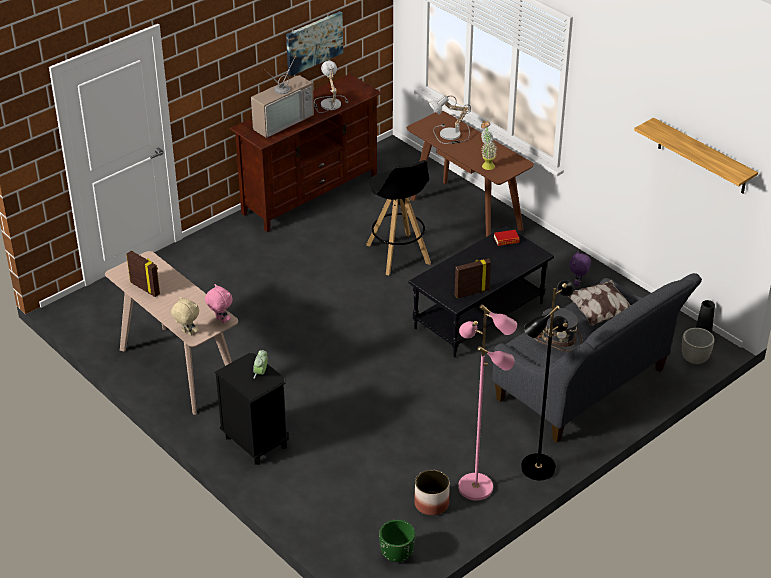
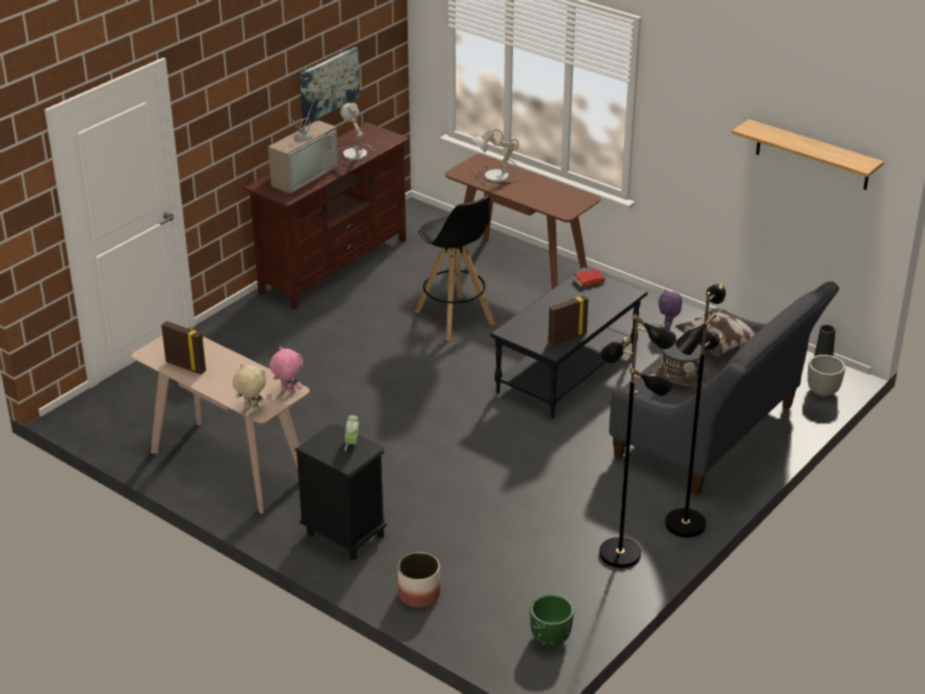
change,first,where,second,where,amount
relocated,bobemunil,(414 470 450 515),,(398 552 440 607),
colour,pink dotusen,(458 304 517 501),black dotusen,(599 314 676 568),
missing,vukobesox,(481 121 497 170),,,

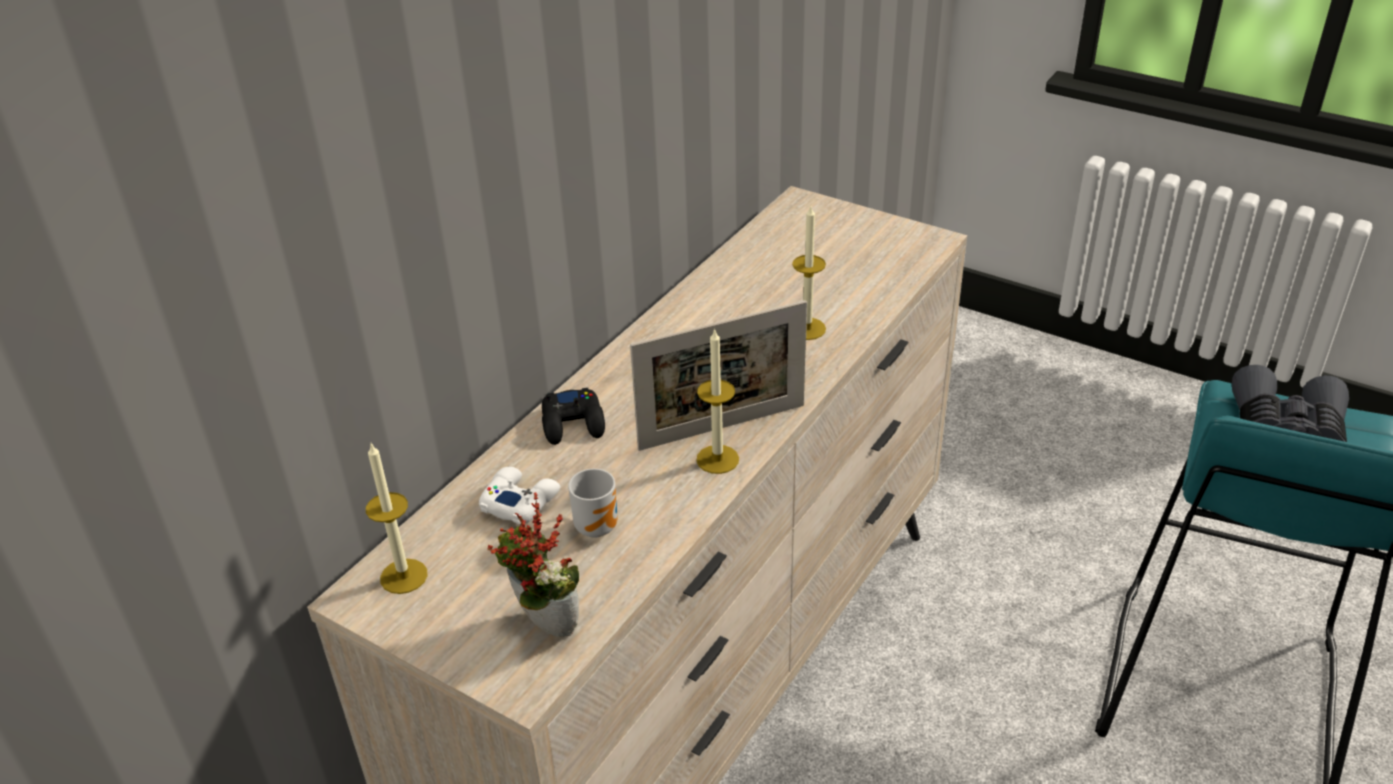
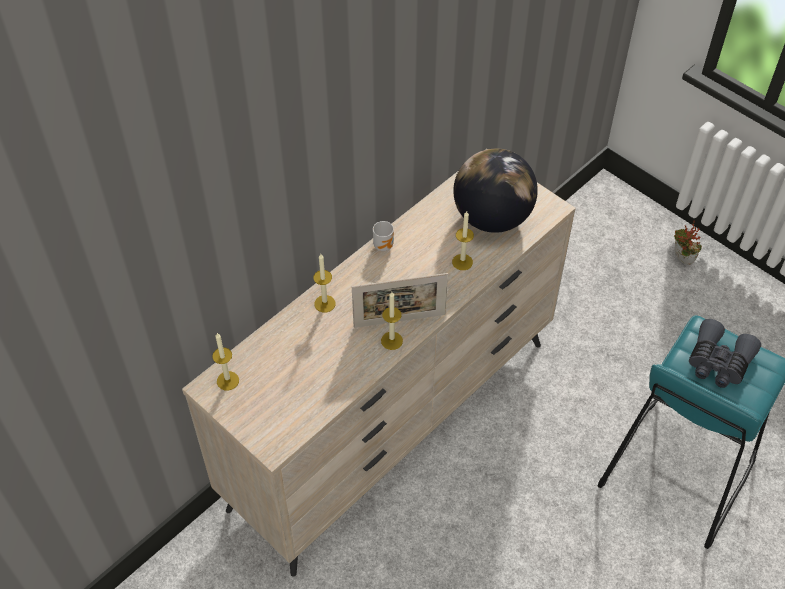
change,first,where,second,where,amount
missing,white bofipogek,(479 467 560 524),,,
relocated,vukobesox,(487 492 579 637),,(674 221 702 265),
exchanged,black bofipogek,(542 388 605 445),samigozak,(314 254 336 312),
relocated,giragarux,(568 469 618 538),,(373 221 394 251),
appeared,,,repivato,(453 148 538 233),

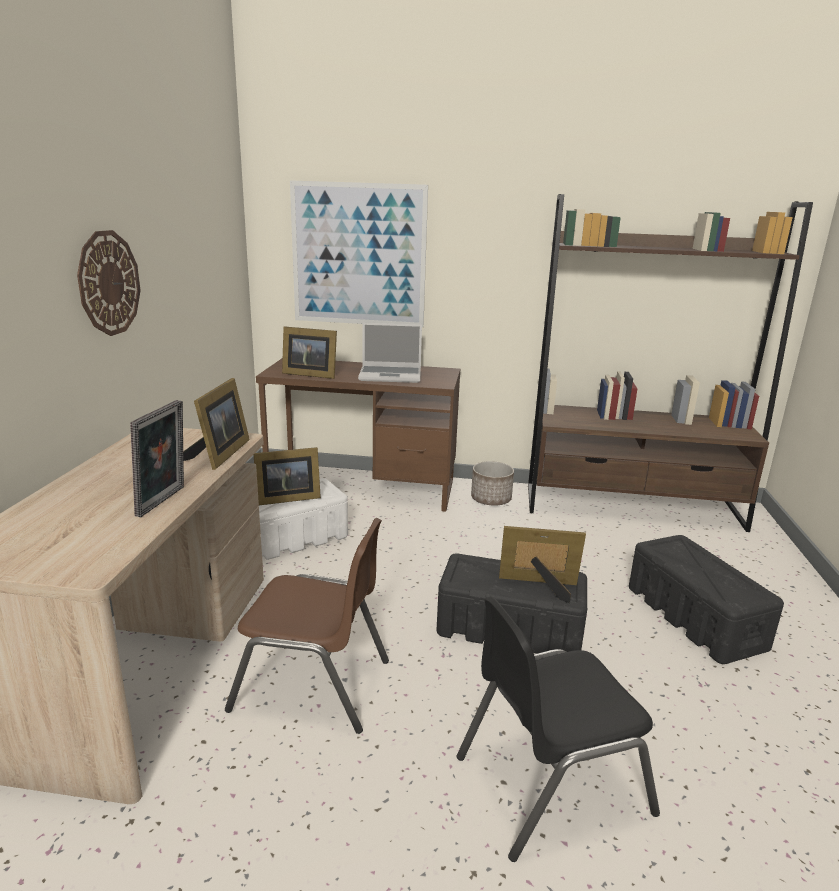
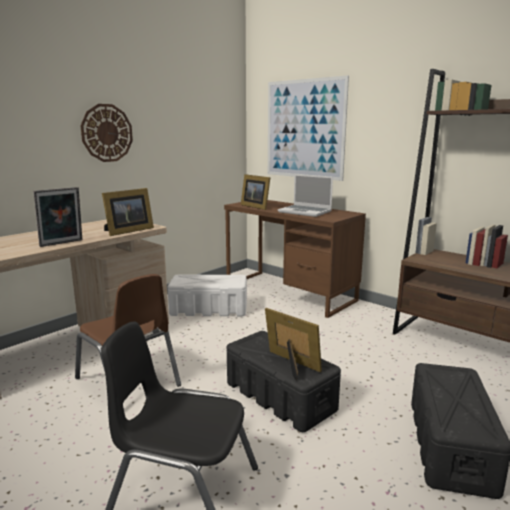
change,first,where,second,where,amount
missing,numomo,(253 447 321 505),,,
missing,bobemunil,(471 461 514 505),,,

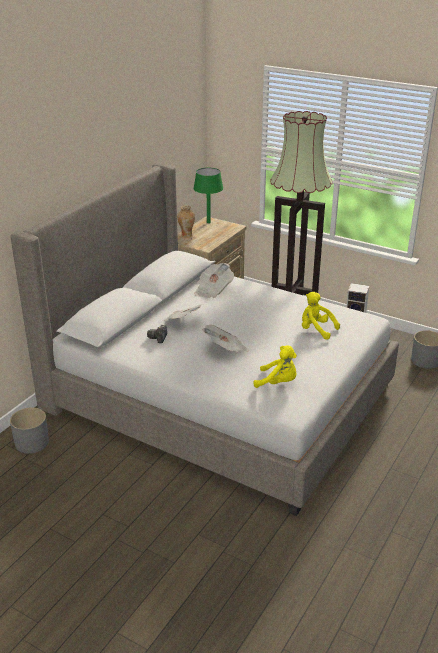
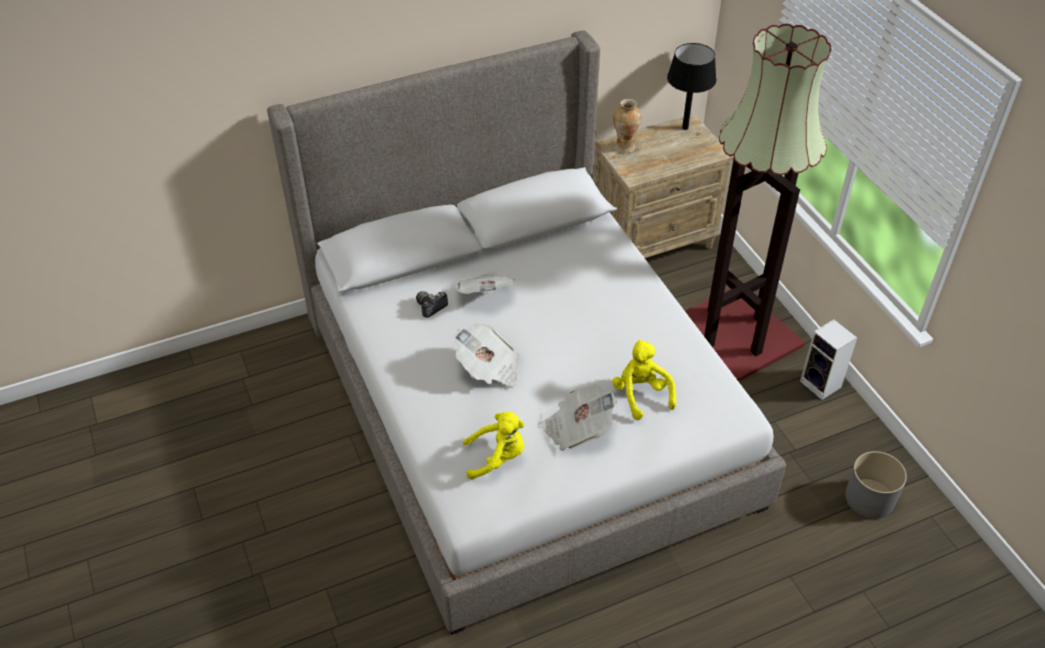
change,first,where,second,where,amount
missing,grey bobemunil,(10 407 49 454),,,
colour,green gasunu,(194 168 223 223),black gasunu,(667 43 716 130),
relocated,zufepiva,(194 263 234 298),,(541 384 617 451),
spun,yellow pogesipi,(254 345 297 388),,(463 412 524 479),60 degrees counterclockwise

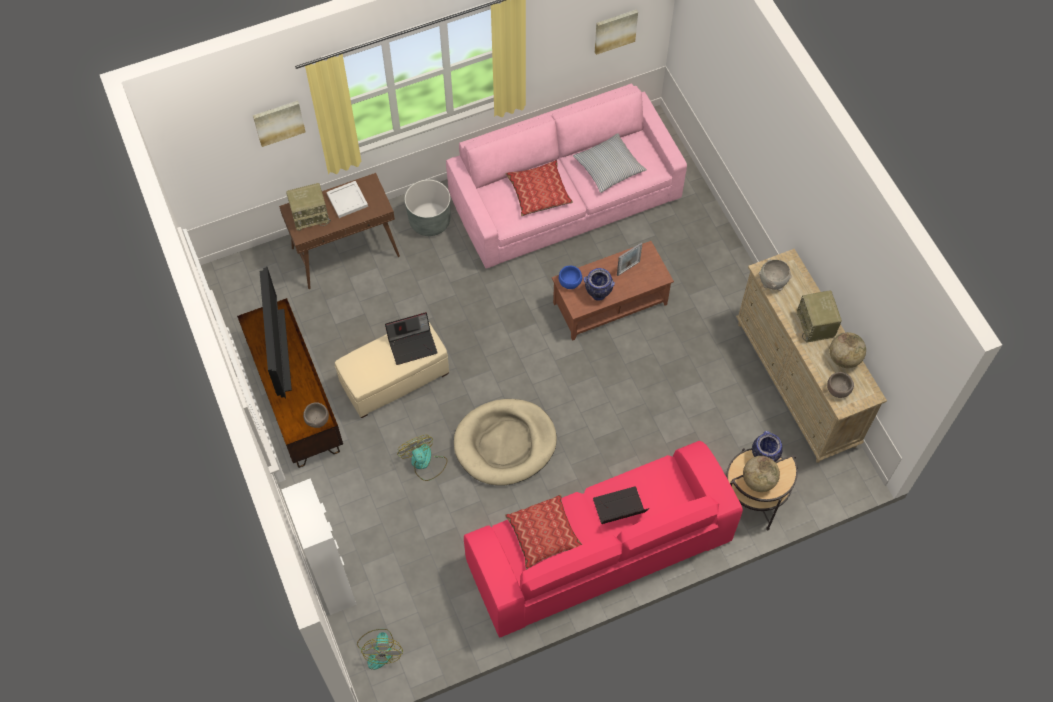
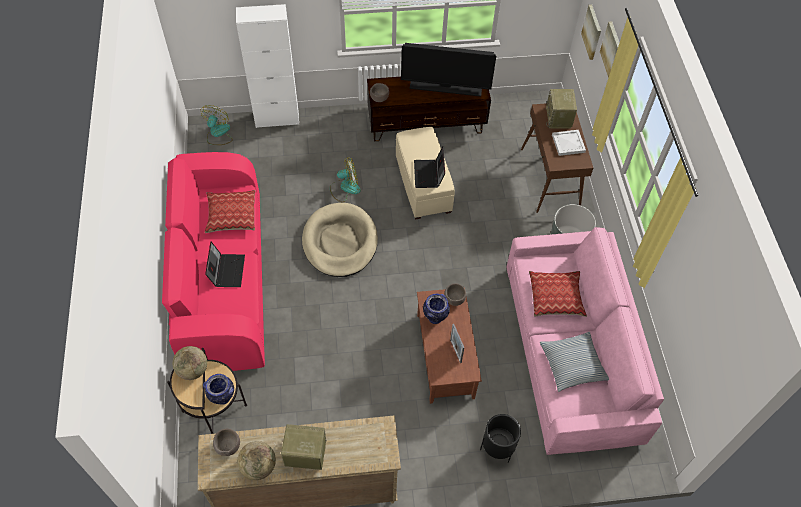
change,first,where,second,where,amount
spun,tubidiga,(357 629 403 670),,(201 105 232 145),90 degrees clockwise
colour,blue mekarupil,(559 265 582 289),brown mekarupil,(444 283 466 306),
relocated,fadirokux,(595 9 638 55),,(581 5 601 60),
missing,grey mekarupil,(758 260 792 291),,,
appeared,,,black bobemunil,(480 414 521 463),

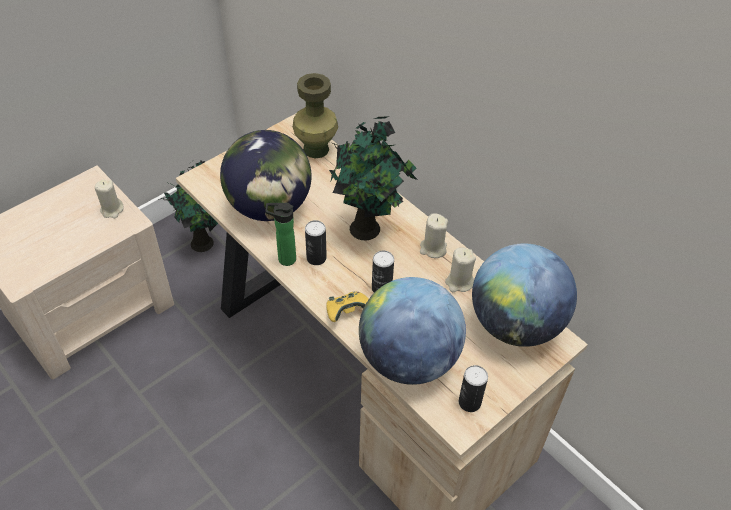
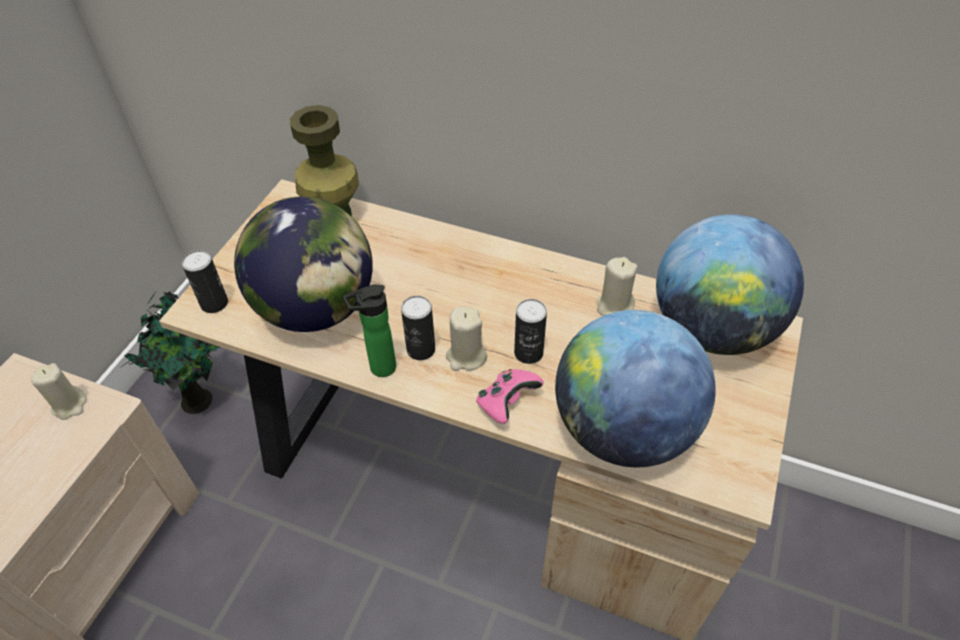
change,first,where,second,where,amount
colour,yellow bofipogek,(326 291 369 322),pink bofipogek,(476 369 544 424),
missing,vukobesox,(329 116 418 240),,,
relocated,beige samigozak,(420 213 448 258),,(446 307 487 371),
relocated,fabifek,(459 365 488 412),,(182 250 228 313),

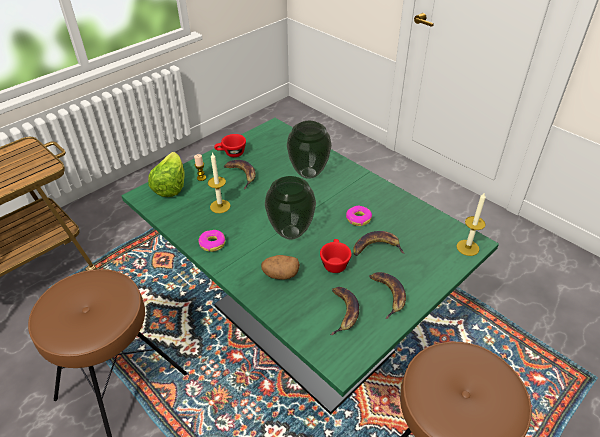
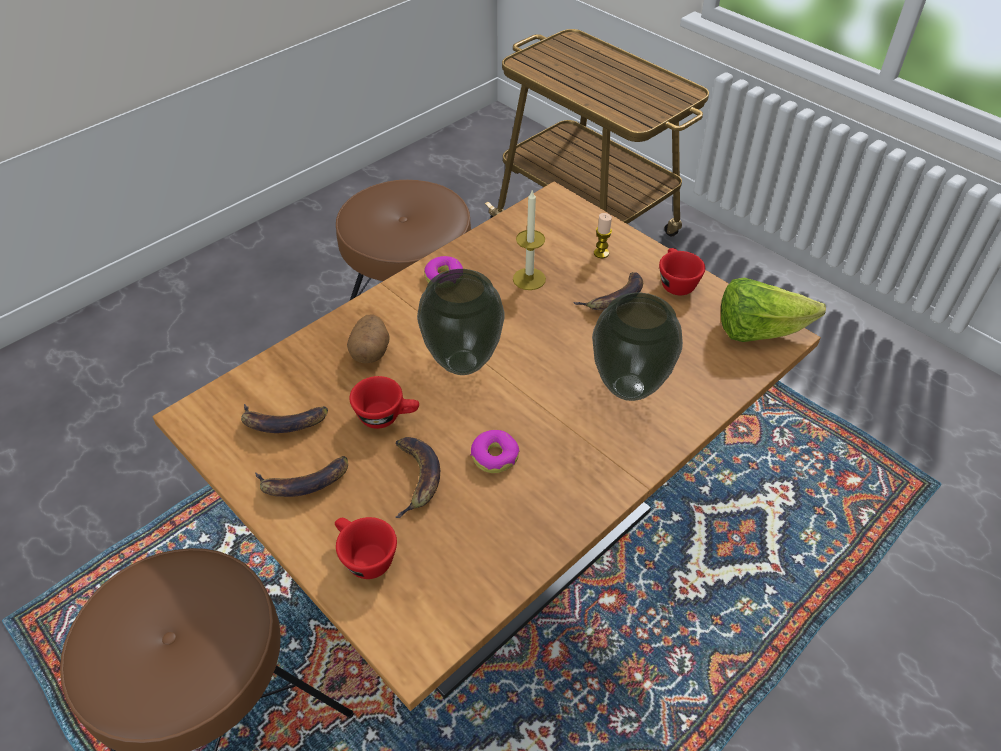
change,first,where,second,where,amount
colour,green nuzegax,(121 118 499 414),brown nuzegax,(152 181 821 711),
relocated,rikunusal,(148 152 185 197),,(721 277 826 342),
missing,samigozak,(457 192 486 256),,,
appeared,,,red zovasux,(335 517 397 579),

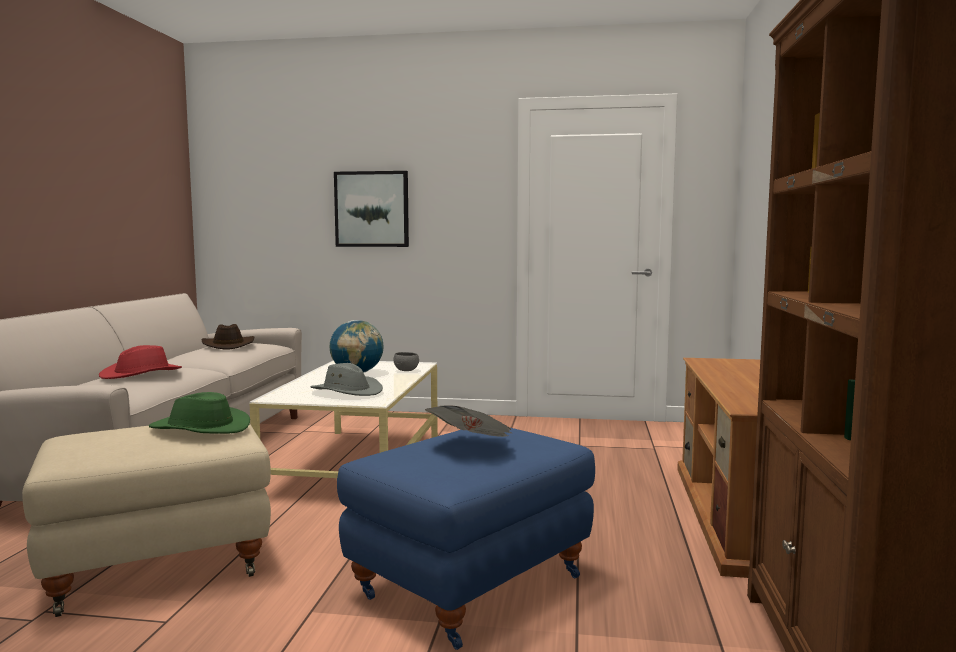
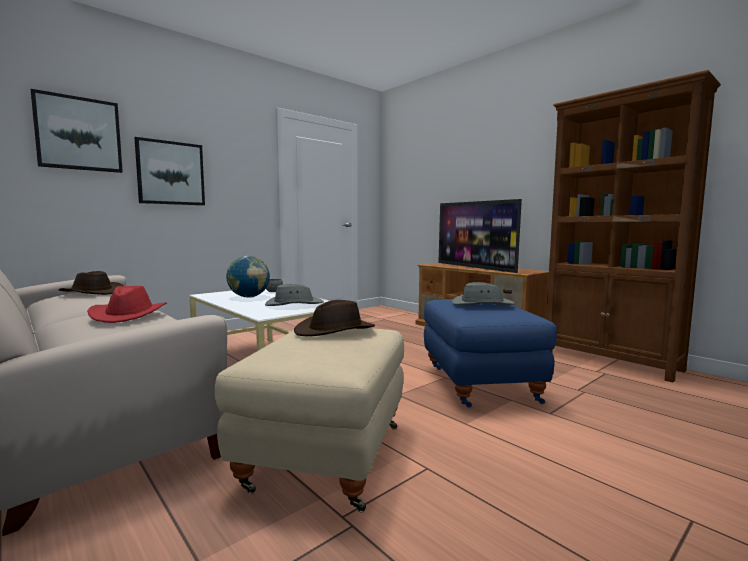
change,first,where,second,where,amount
colour,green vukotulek,(149 392 250 434),brown vukotulek,(294 300 375 336),
exchanged,zufepiva,(425 405 511 437),grey vukotulek,(452 282 515 305),
appeared,,,fadirokux,(31 89 123 173),
appeared,,,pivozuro,(438 199 522 273),

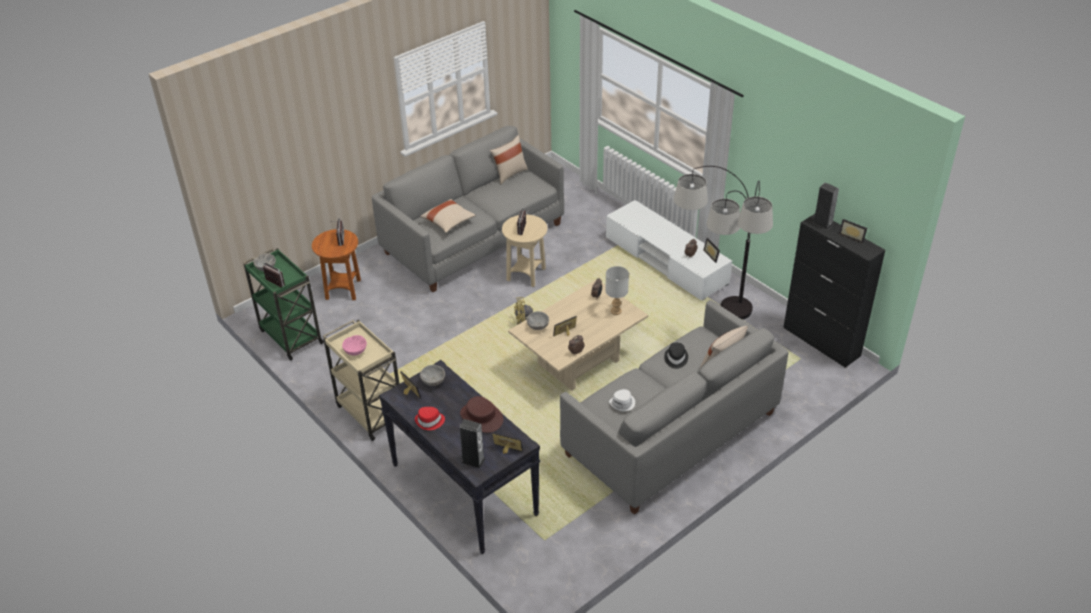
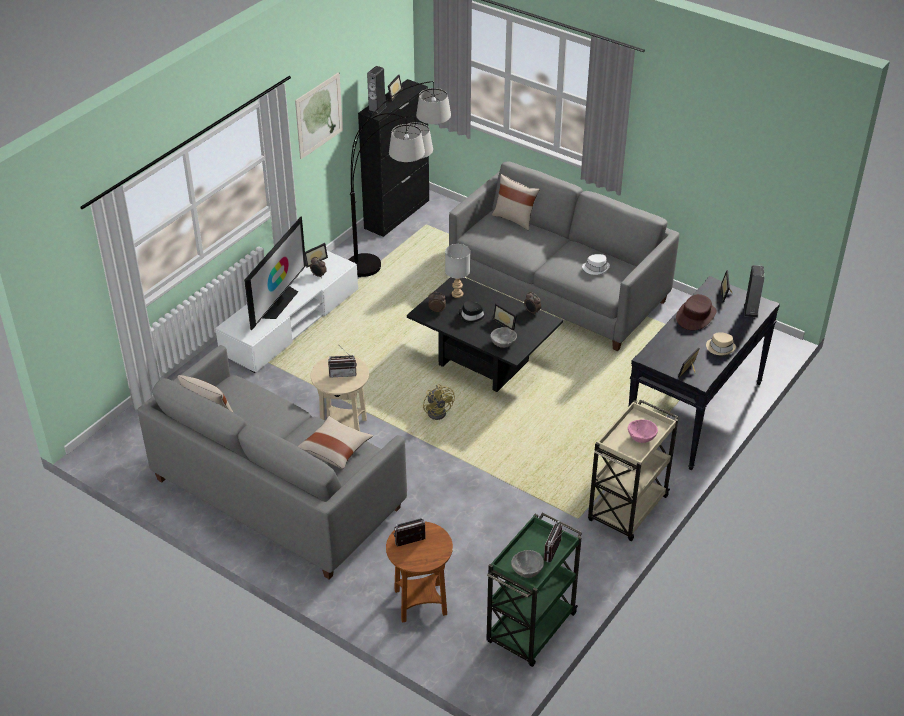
change,first,where,second,where,amount
colour,red vukotulek,(415 407 445 430),beige vukotulek,(706 332 736 355),
missing,grey mekarupil,(420 365 445 386),,,
colour,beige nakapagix,(508 279 648 391),black nakapagix,(407 277 563 392),
relocated,black vukotulek,(664 343 688 369),,(459 301 487 324),
appeared,,,pivozuro,(244 217 306 330),
appeared,,,fadirokux,(295 72 343 159),

